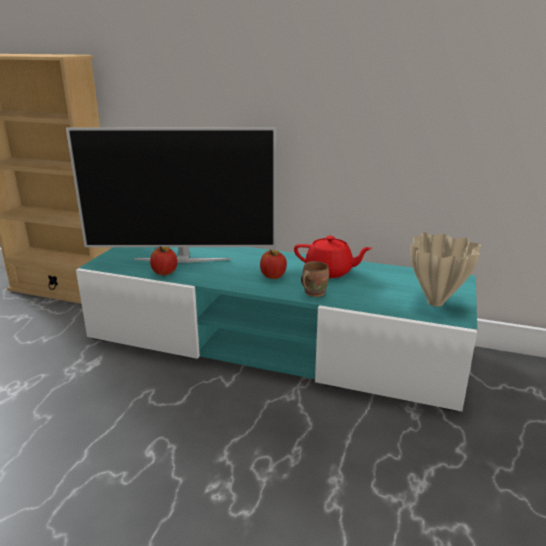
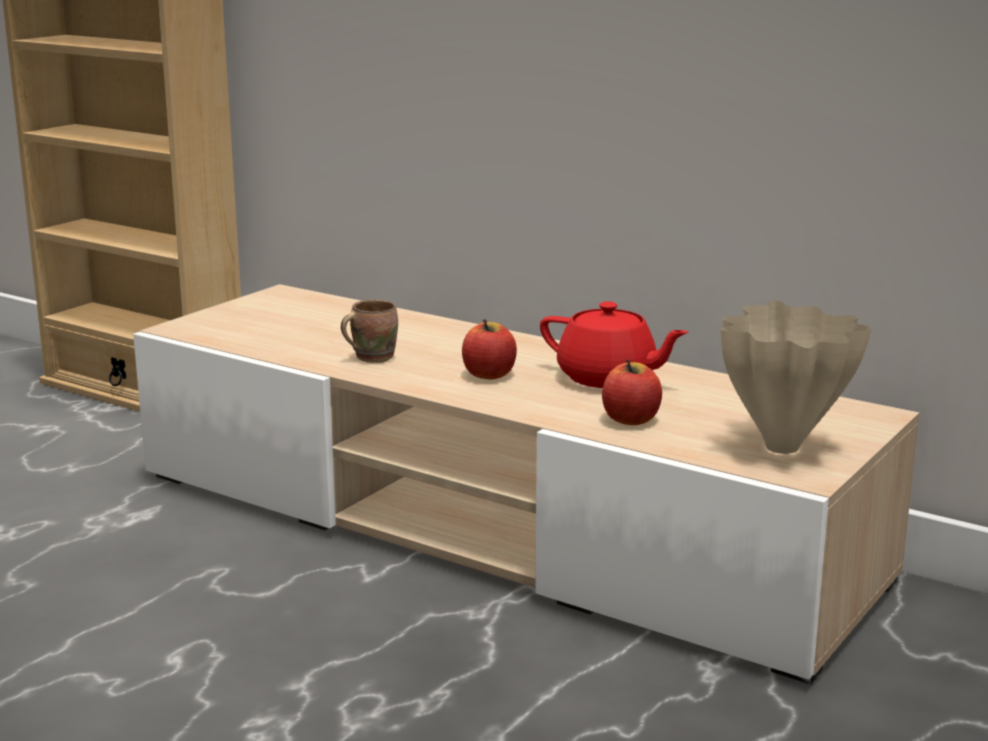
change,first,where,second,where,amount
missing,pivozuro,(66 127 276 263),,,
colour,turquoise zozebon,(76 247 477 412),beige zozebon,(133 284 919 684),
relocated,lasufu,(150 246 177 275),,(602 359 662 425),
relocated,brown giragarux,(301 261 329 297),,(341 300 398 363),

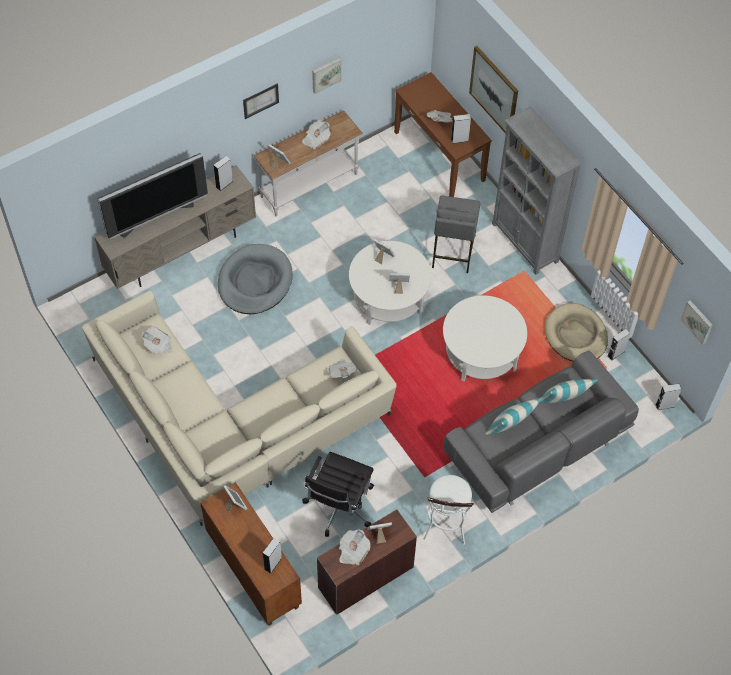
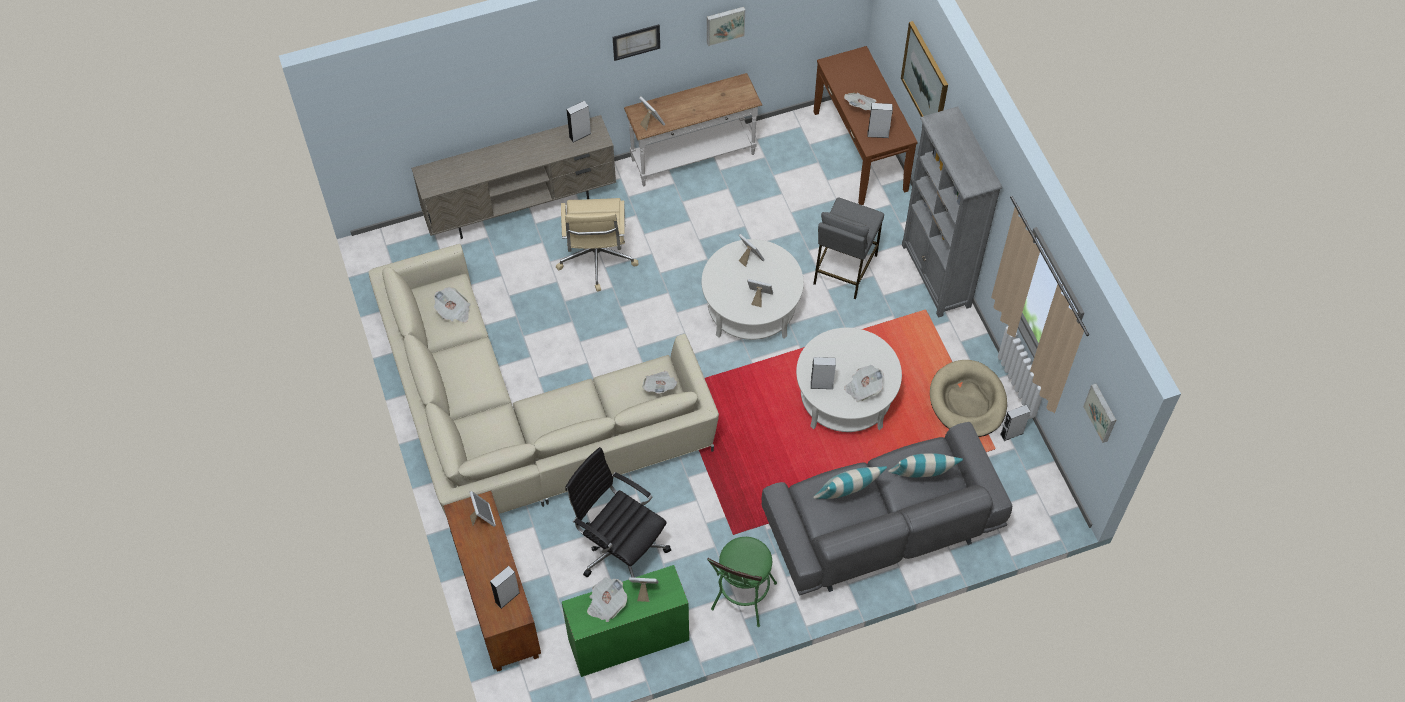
change,first,where,second,where,amount
missing,pivozuro,(98 153 208 239),,,
exchanged,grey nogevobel,(218 244 293 314),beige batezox,(556 198 638 292),
relocated,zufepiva,(302 120 331 149),,(844 365 884 402),
spun,black batezox,(302 452 374 537),,(565 447 671 578),90 degrees clockwise
colour,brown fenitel,(317 509 417 615),green fenitel,(562 565 689 677),
colour,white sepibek,(423 475 474 545),green sepibek,(707 537 777 627),
relocated,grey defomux,(655 384 681 410),,(811 357 836 389),

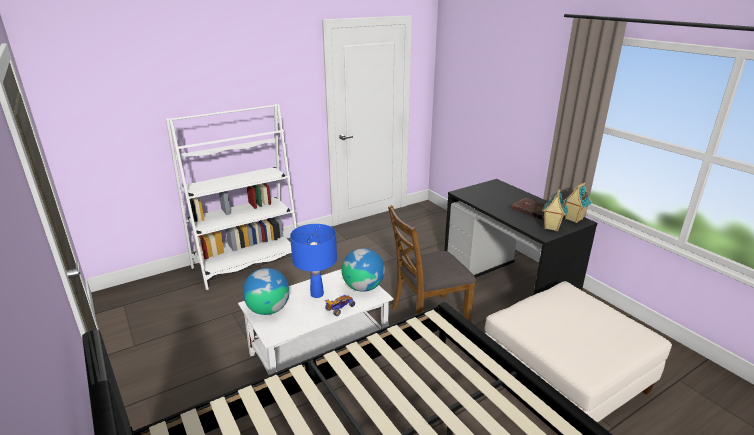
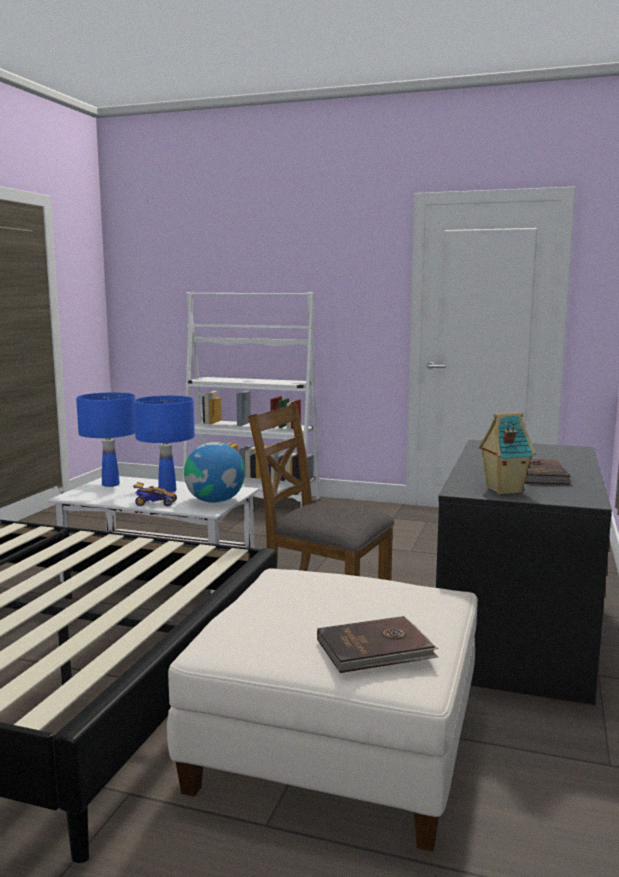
change,first,where,second,where,amount
exchanged,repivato,(243 268 289 315),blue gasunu,(76 392 135 487),
missing,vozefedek,(563 182 592 223),,,
appeared,,,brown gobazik,(317 616 438 673),

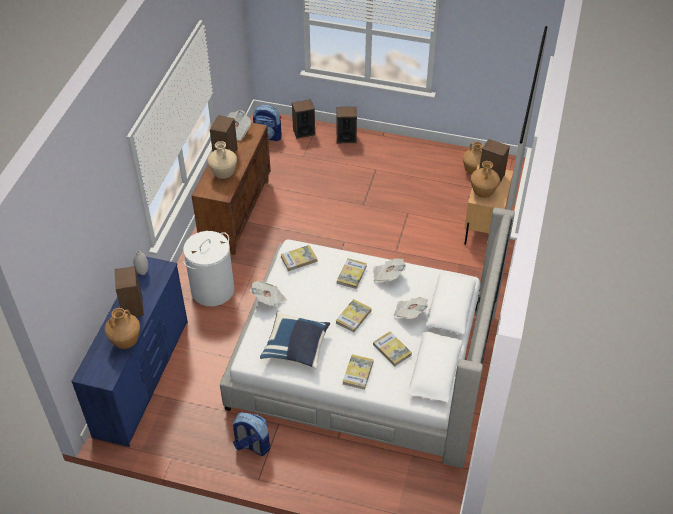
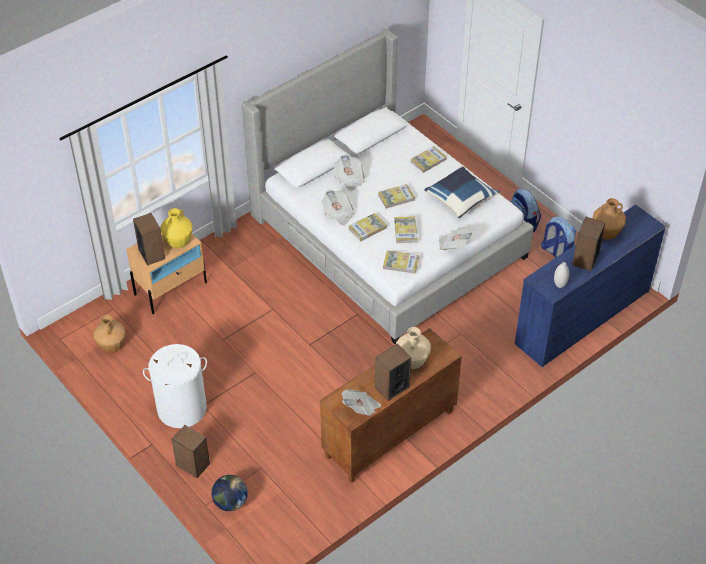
change,first,where,second,where,amount
relocated,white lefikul,(183 231 234 306),,(143 344 207 428),
relocated,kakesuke,(253 105 282 142),,(541 216 576 257),
exchanged,defomux,(292 99 315 139),repivato,(211 475 248 511),
relocated,gobazik,(373 331 412 366),,(394 216 418 243),
colour,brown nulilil,(471 161 500 198),yellow nulilil,(160 208 193 248),

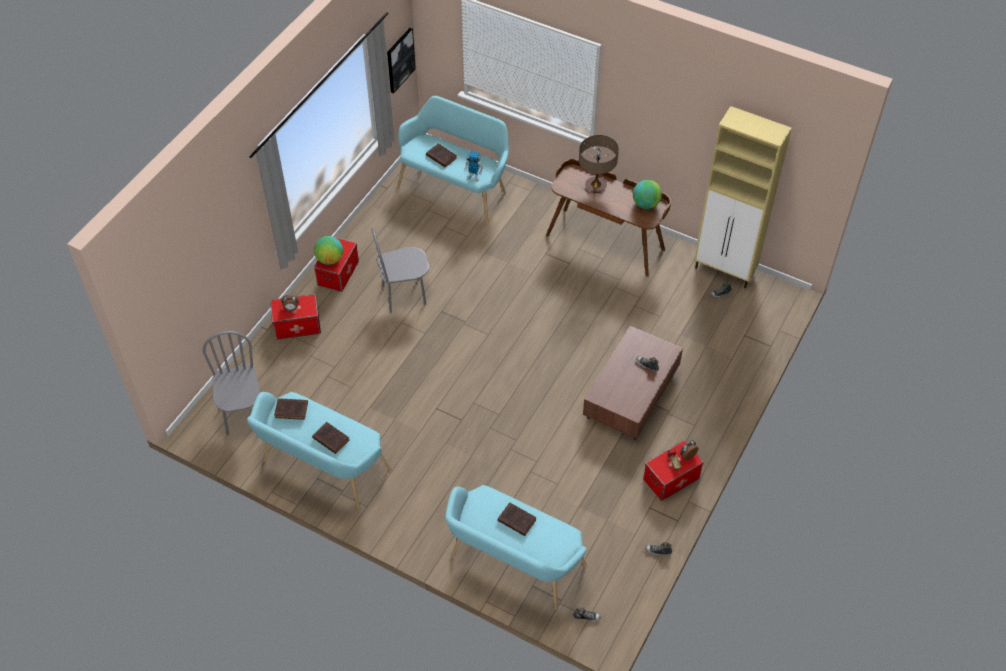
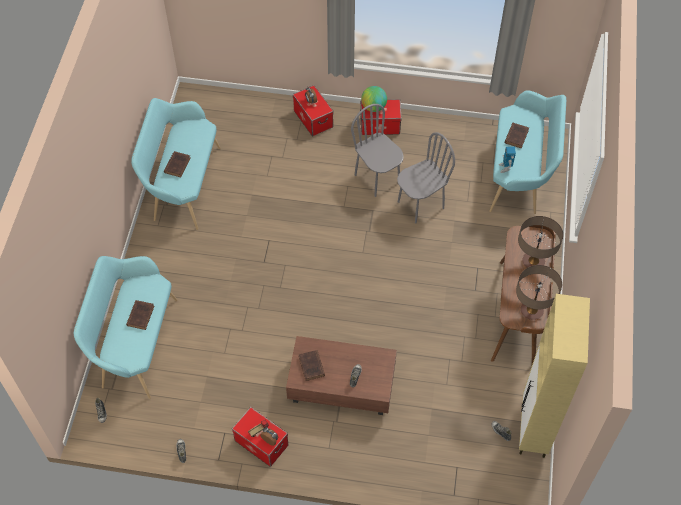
change,first,where,second,where,amount
relocated,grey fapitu,(203 331 260 436),,(397 132 455 224),
relocated,brown gobazik,(274 398 308 420),,(299 350 325 381),
missing,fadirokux,(387 28 416 93),,,
exchanged,repivato,(633 180 662 209),gasunu,(516 265 562 320),

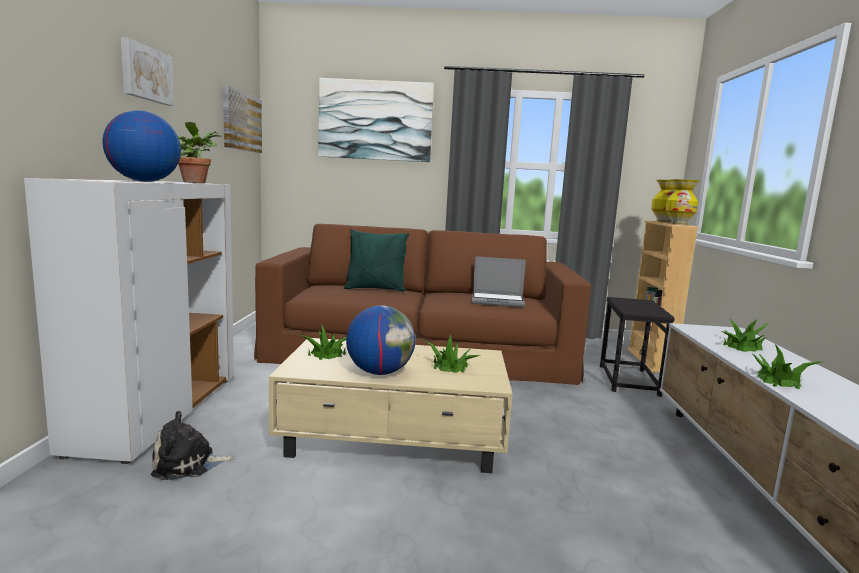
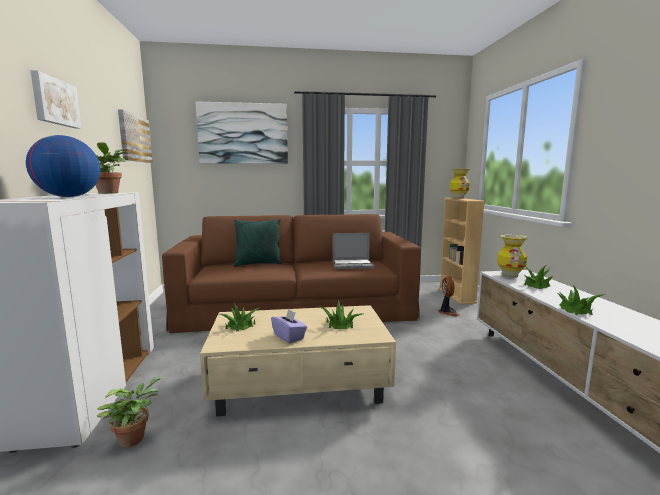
change,first,where,second,where,amount
exchanged,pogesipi,(151 411 235 480),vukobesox,(97 376 164 447),
exchanged,repivato,(346 305 415 375),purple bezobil,(271 309 307 343),
exchanged,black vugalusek,(600 297 675 397),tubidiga,(438 276 460 316),
relocated,nulilil,(665 179 700 225),,(497 235 528 278),

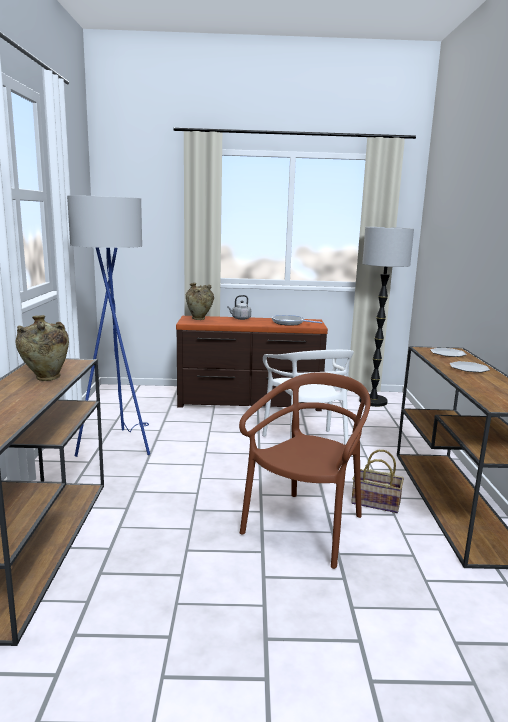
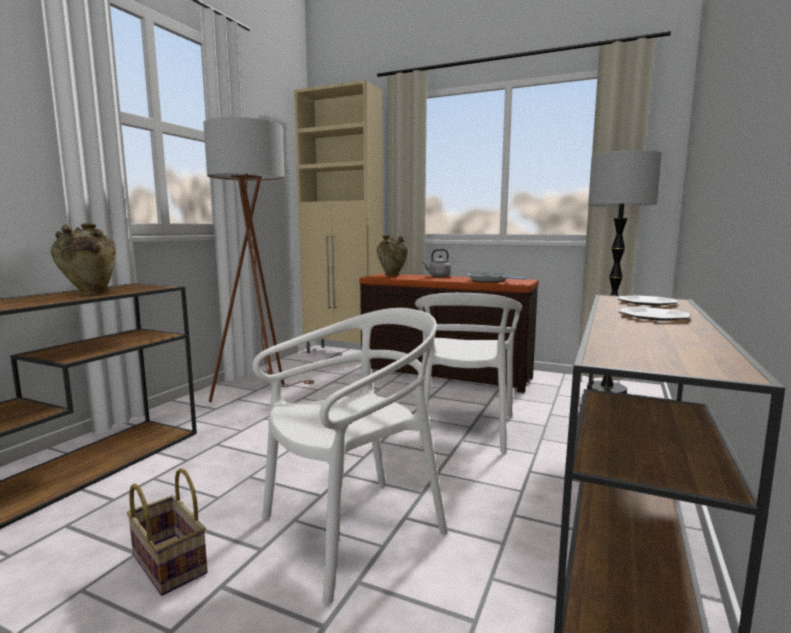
change,first,where,second,where,amount
colour,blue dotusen,(67 195 150 457),brown dotusen,(203 117 314 402),
colour,brown fapitu,(239 372 371 569),white fapitu,(252 308 448 605),
relocated,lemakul,(351 450 404 513),,(127 468 208 596),
appeared,,,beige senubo,(294 80 383 353),

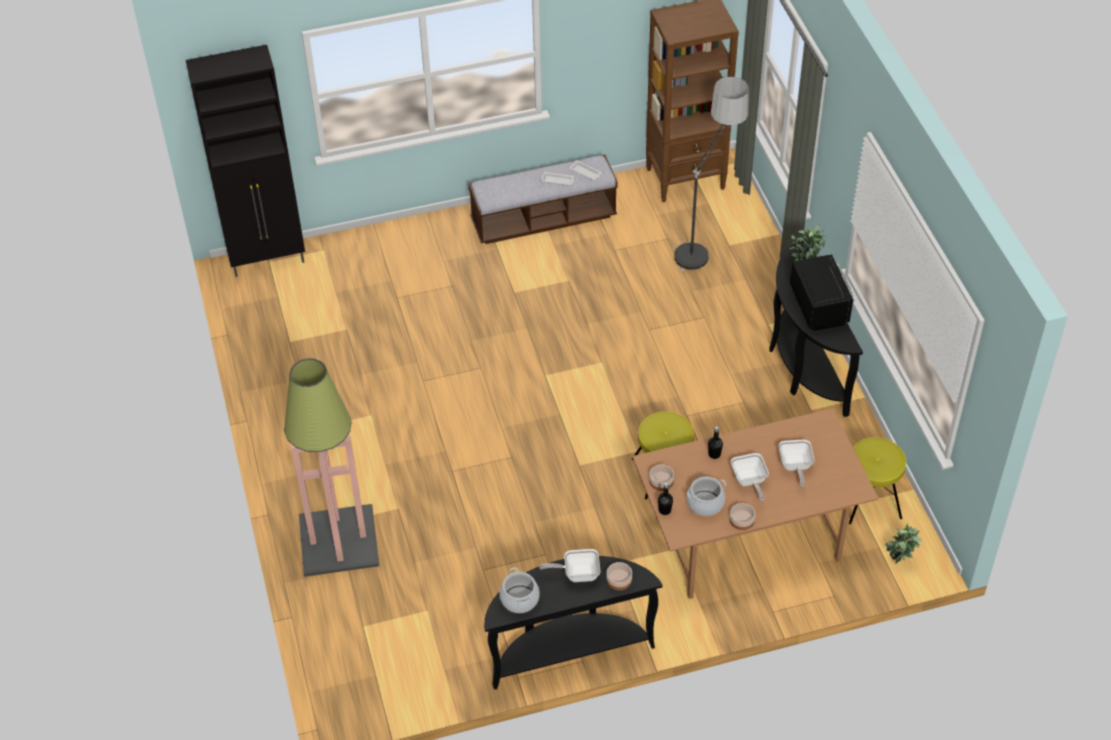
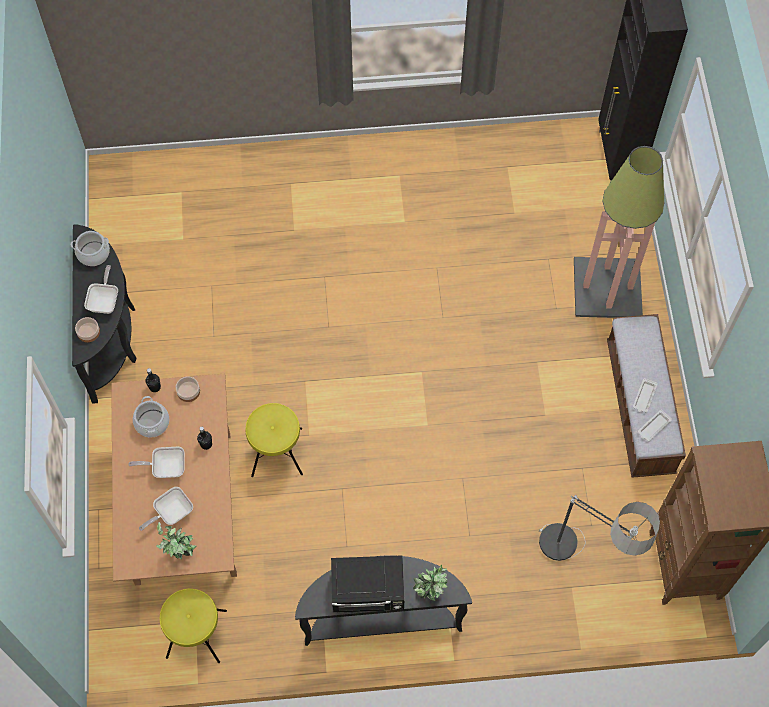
change,first,where,second,where,amount
relocated,dotusen,(284 359 379 577),,(574 146 664 318),
missing,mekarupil,(730 503 755 530),,,
spun,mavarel,(779 440 814 487),,(139 487 193 531),45 degrees counterclockwise
relocated,vukobesox,(885 522 922 564),,(156 522 196 559),

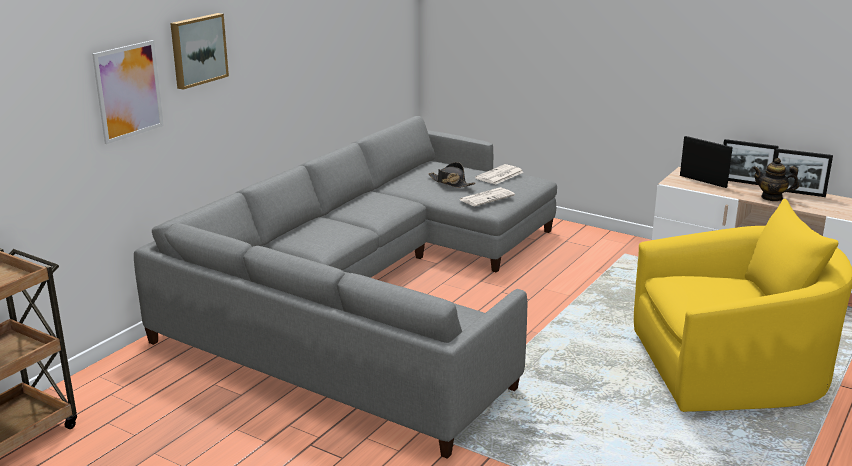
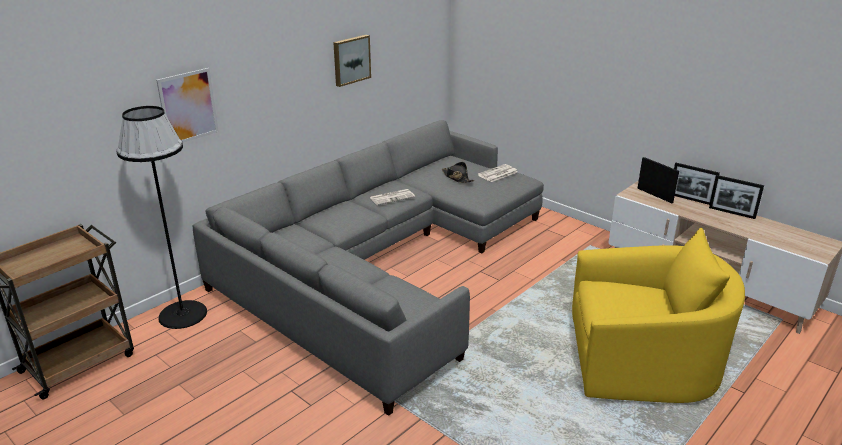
change,first,where,second,where,amount
relocated,fadirokux,(170 13 229 90),,(333 35 371 87),
relocated,zufepiva,(459 187 515 206),,(370 189 415 205),
missing,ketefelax,(753 158 799 201),,,
appeared,,,black dotusen,(117 106 207 329),

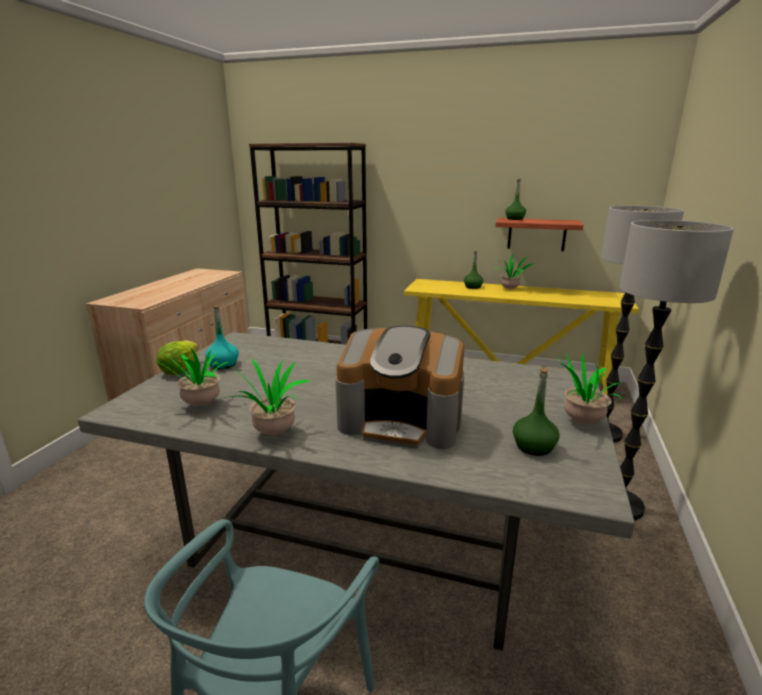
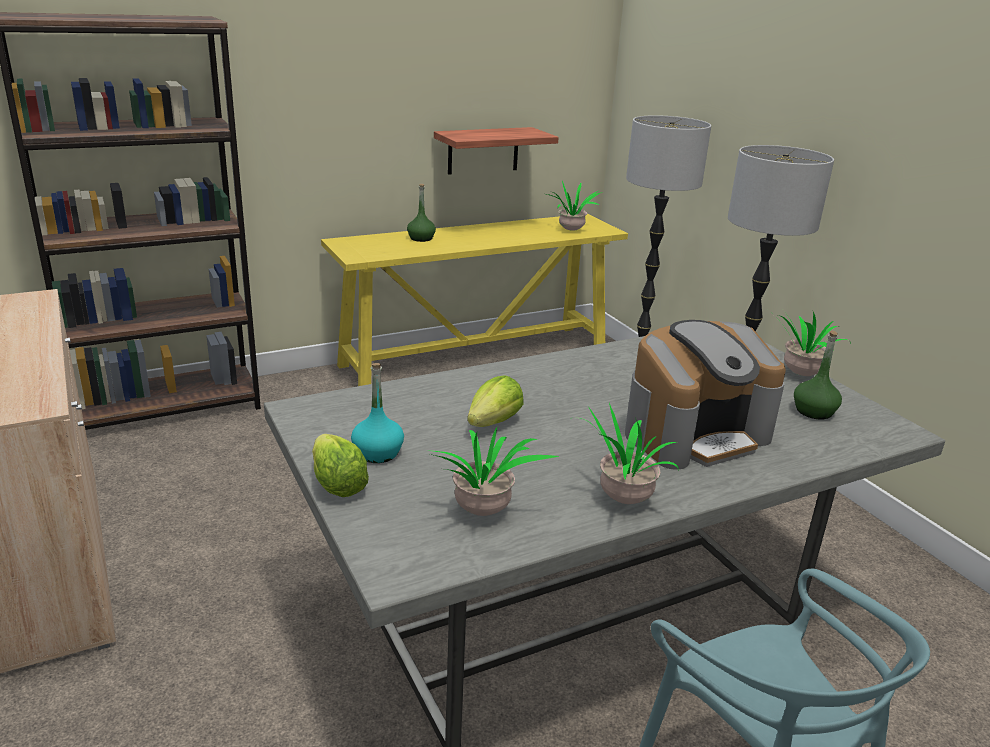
change,first,where,second,where,amount
relocated,vukobesox,(494 254 534 289),,(547 181 602 231),
missing,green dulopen,(505 179 526 220),,,
appeared,,,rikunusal,(467 375 523 427),

